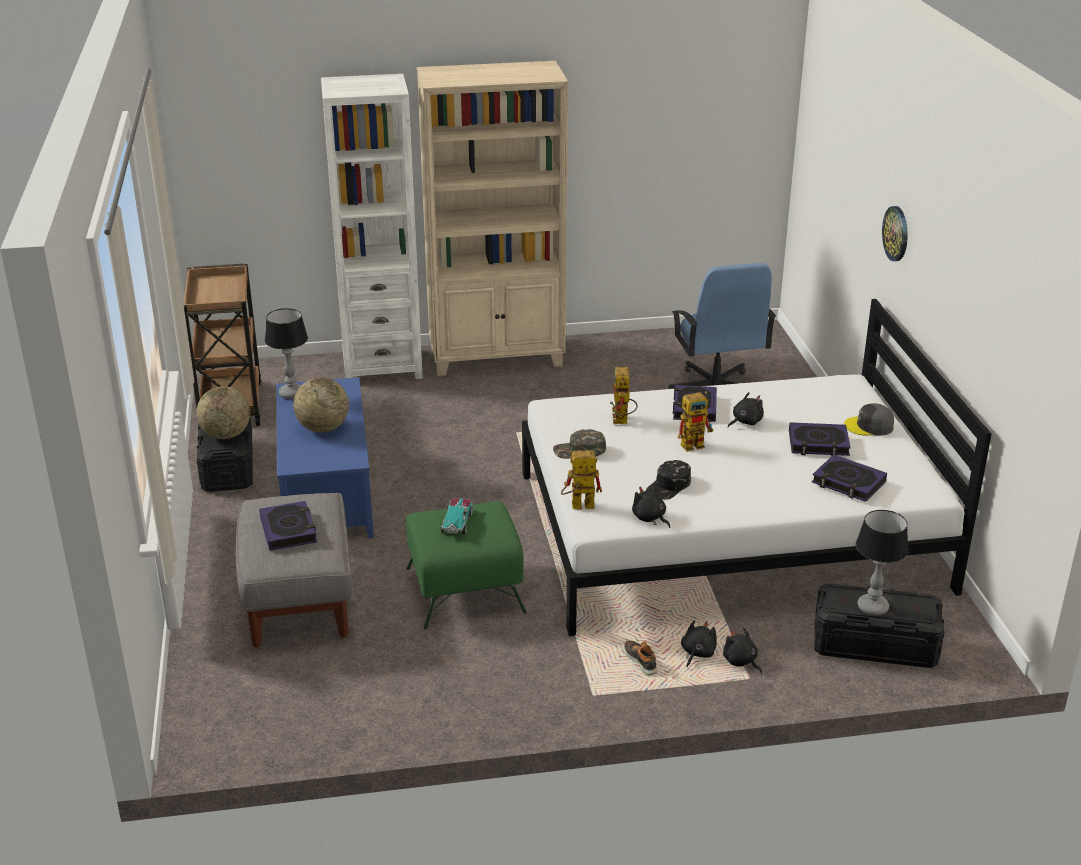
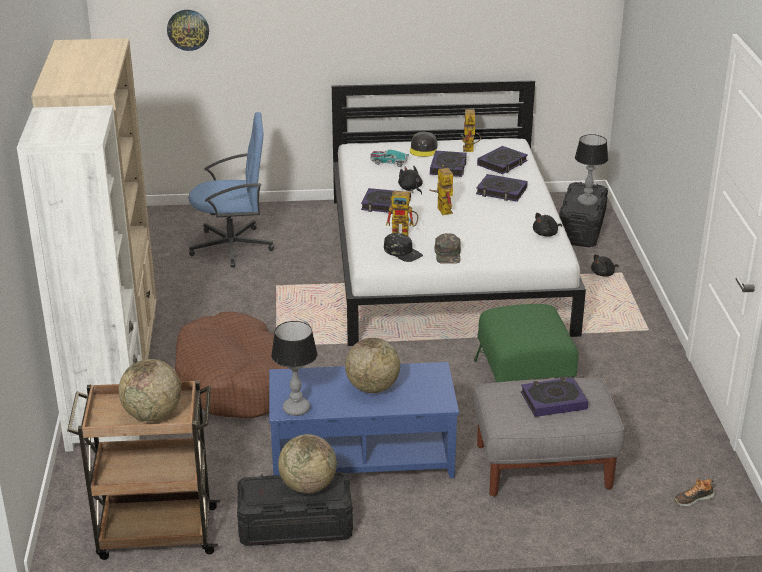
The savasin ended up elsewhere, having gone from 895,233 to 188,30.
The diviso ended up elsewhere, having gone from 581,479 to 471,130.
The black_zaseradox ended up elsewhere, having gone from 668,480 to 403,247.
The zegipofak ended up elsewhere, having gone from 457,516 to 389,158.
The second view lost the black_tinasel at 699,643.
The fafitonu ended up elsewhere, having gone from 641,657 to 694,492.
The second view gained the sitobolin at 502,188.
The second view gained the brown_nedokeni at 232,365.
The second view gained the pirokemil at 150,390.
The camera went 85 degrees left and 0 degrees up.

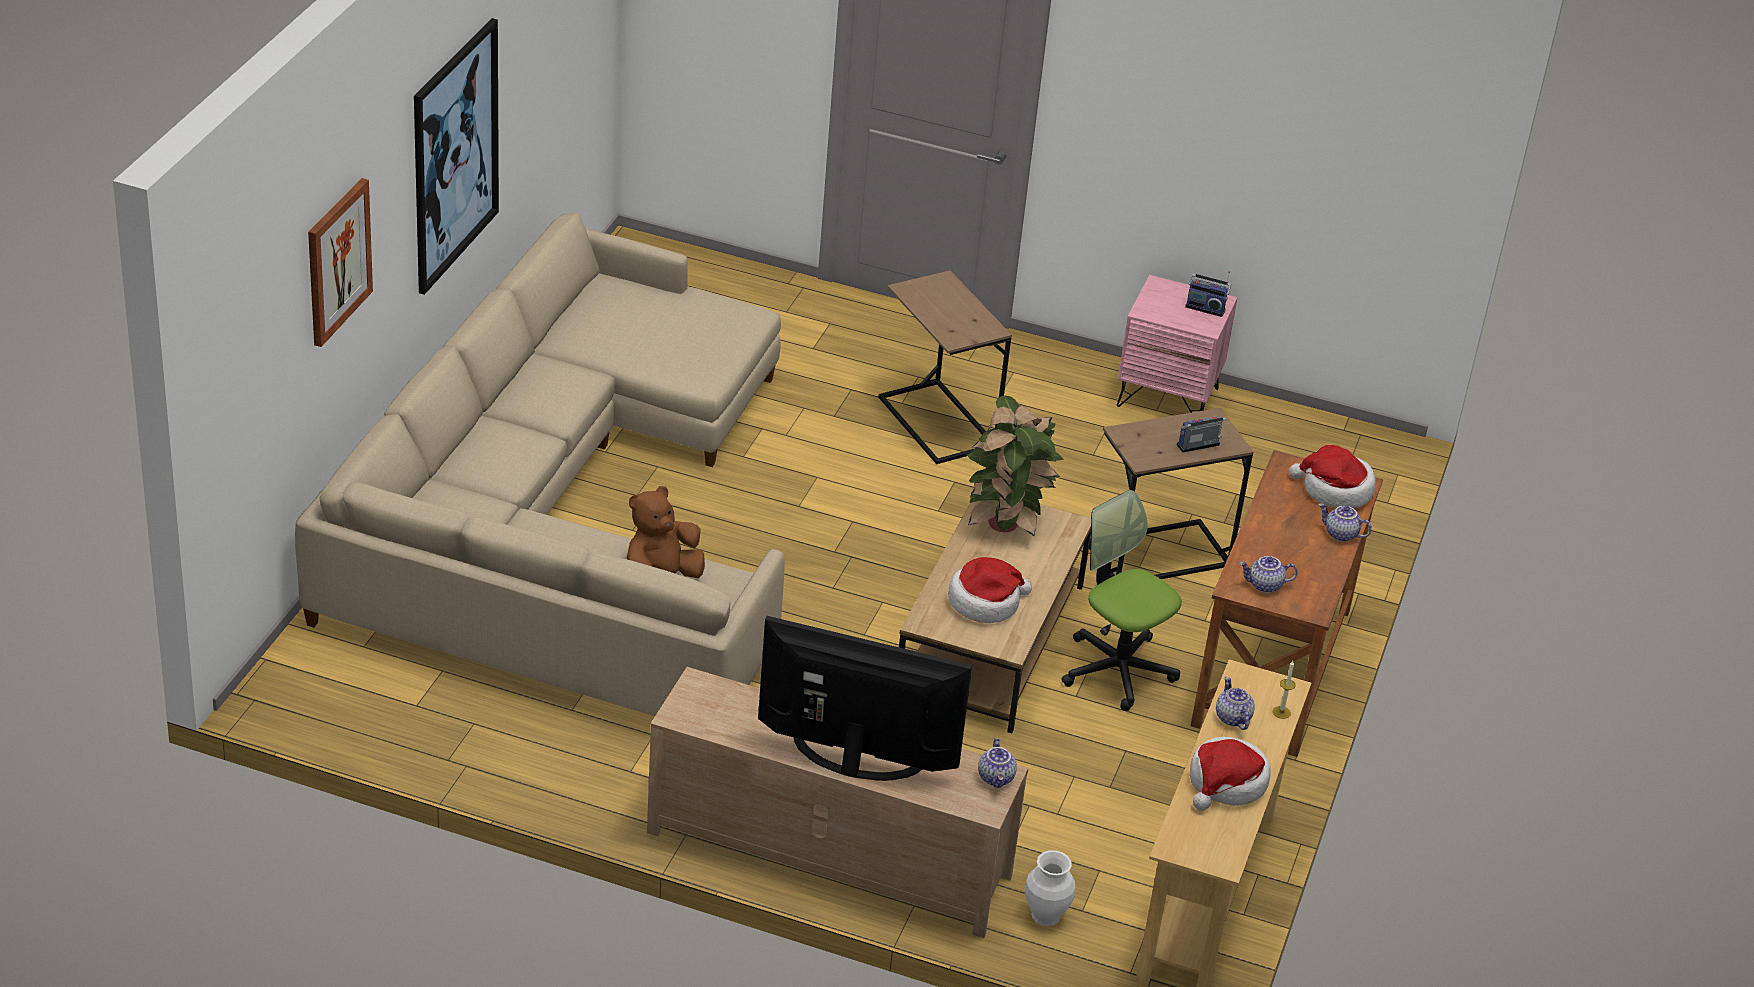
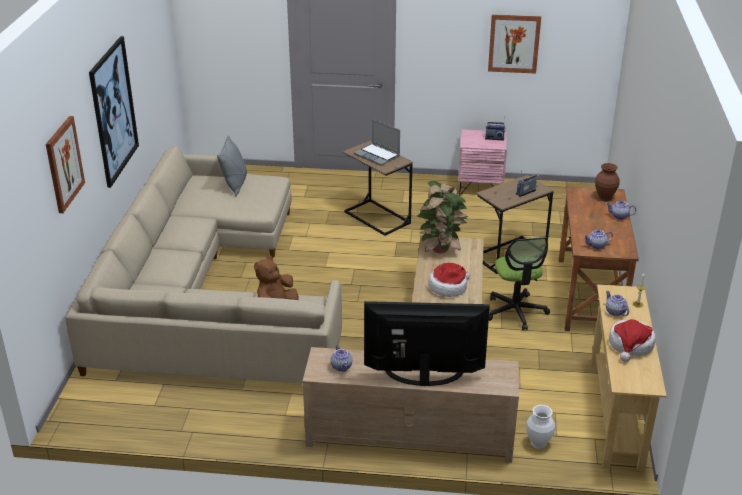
Where the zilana stood at 1332,477, the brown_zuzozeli came to stand at 607,182.
The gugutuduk at 1121,600 ended up facing another way, 135 degrees counterclockwise from before.
The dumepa ended up elsewhere, having gone from 997,763 to 341,358.
The second view gained the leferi at 514,44.
The second view gained the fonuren at 377,142.
The second view gained the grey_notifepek at 232,165.
The camera went 10 degrees left and 5 degrees down.

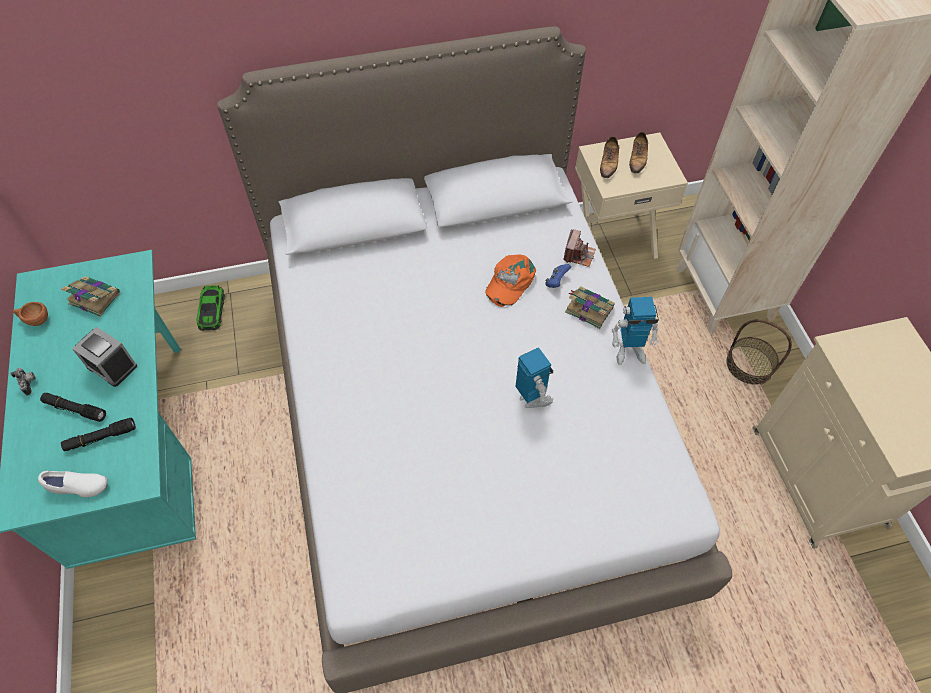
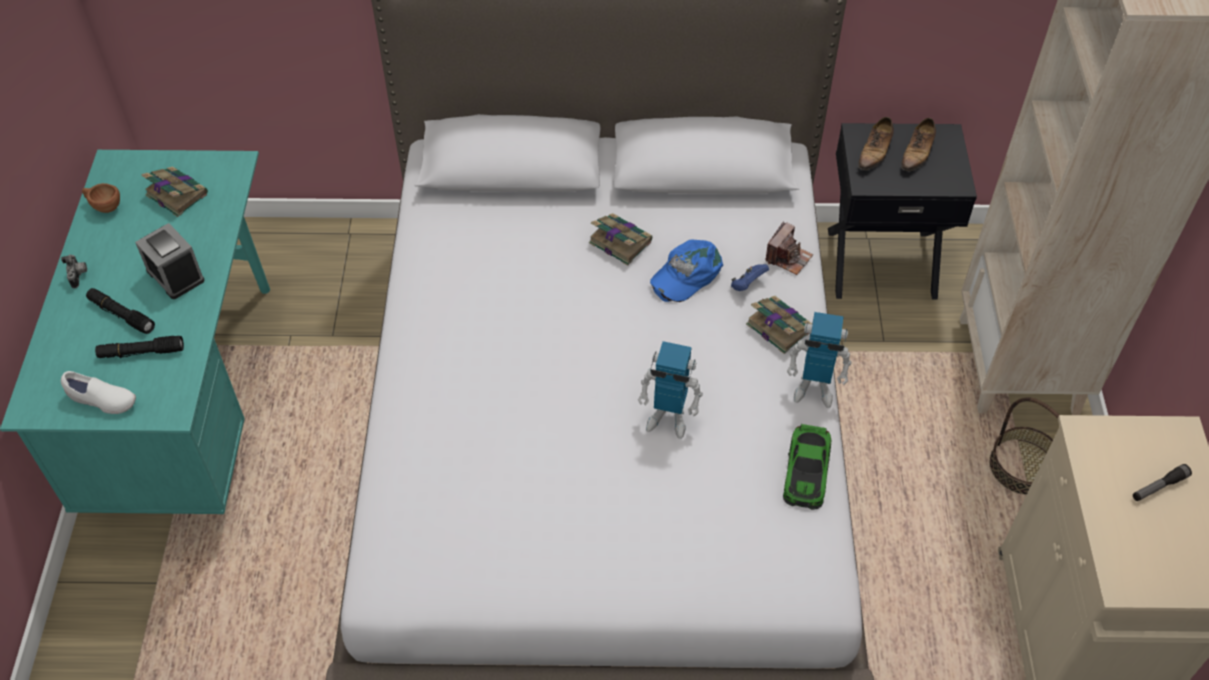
What was the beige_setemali at 631,196 turned into the black_setemali at 902,211.
What was the orange_zaseradox at 510,280 turned into the blue_zaseradox at 686,271.
The zegipofak ended up elsewhere, having gone from 211,308 to 807,467.
The diviso at 534,377 ended up facing another way, 120 degrees clockwise from before.
The second view gained the sitobolin at 620,239.
The second view gained the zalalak at 1162,482.
The camera went 15 degrees right and 5 degrees down.

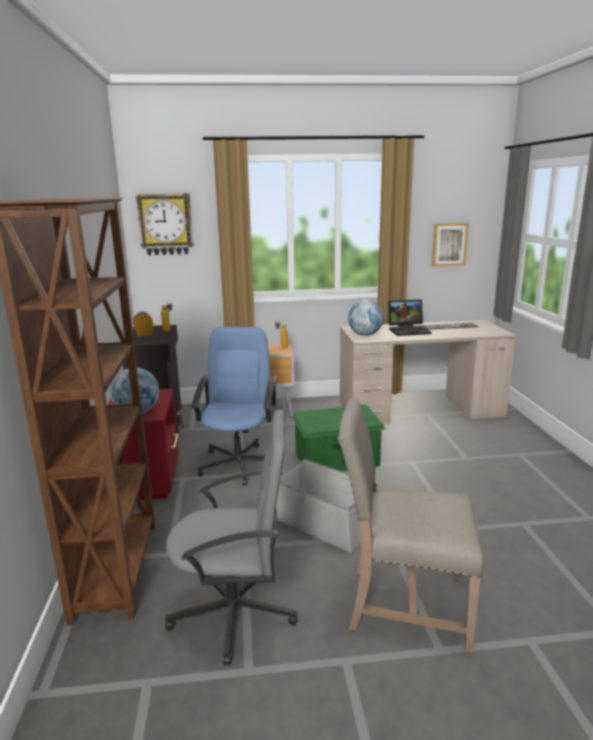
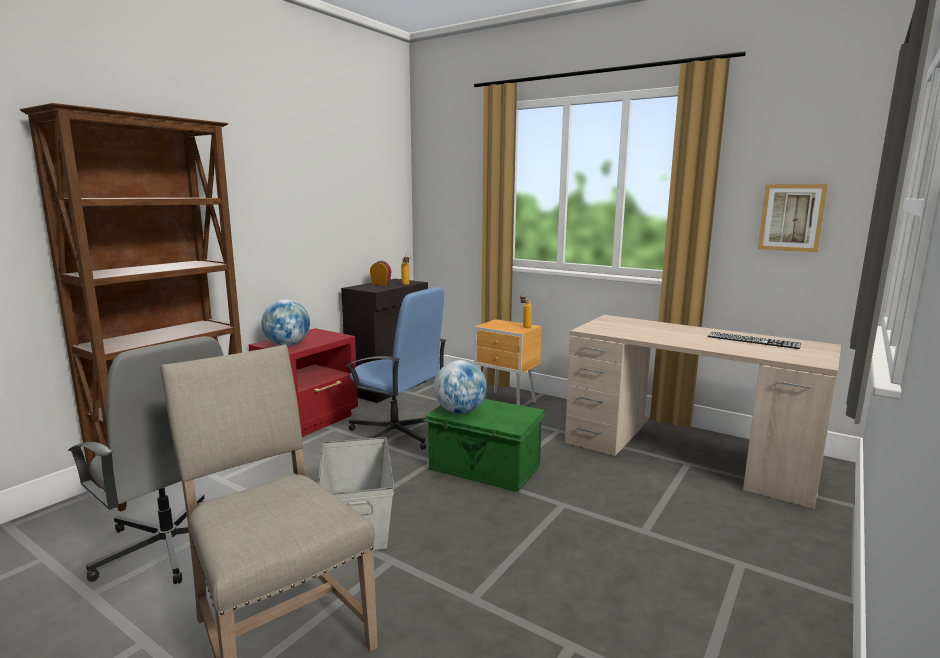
The second view lost the savasin at 165,224.
The second view lost the fonuren at 409,317.
The pirokemil ended up elsewhere, having gone from 366,318 to 460,387.
The blue_gugutuduk at 233,406 ended up facing another way, 75 degrees clockwise from before.
The camera went 40 degrees right and 5 degrees down.

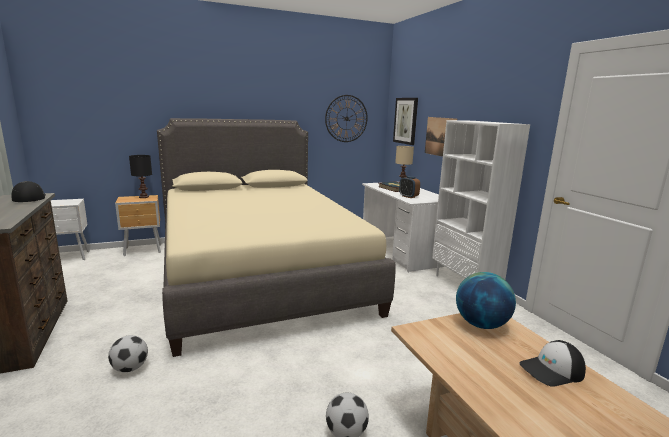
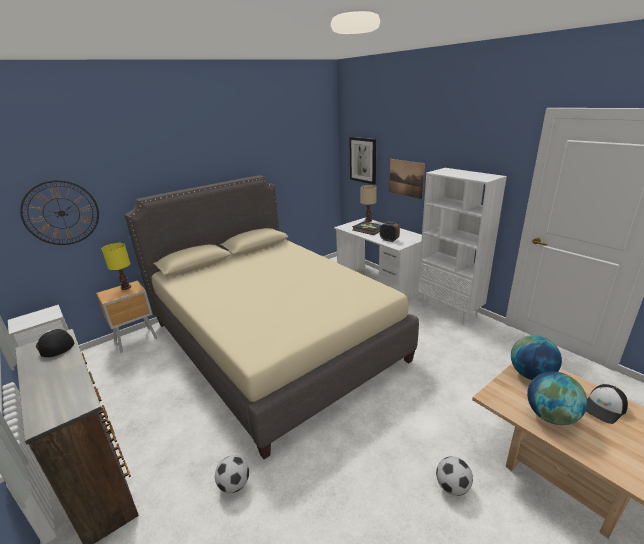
The savasin ended up elsewhere, having gone from 346,118 to 59,212.
What was the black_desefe at 140,176 turned into the yellow_desefe at 116,266.
The second view gained the pirokemil at 557,398.
The camera went 15 degrees left and 10 degrees up.

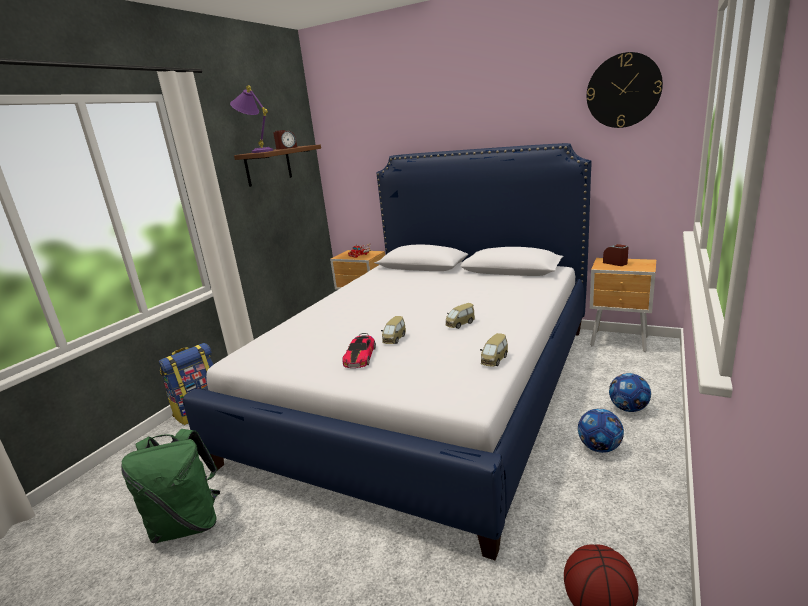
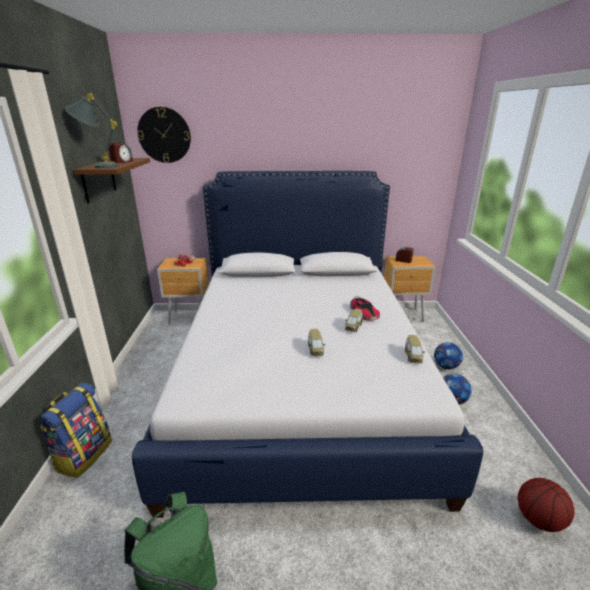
The savasin ended up elsewhere, having gone from 625,90 to 164,135.
What was the purple_desefe at 251,119 turned into the grey_desefe at 92,130.
The zegipofak ended up elsewhere, having gone from 359,350 to 365,308.
The camera went 30 degrees left and 5 degrees up.

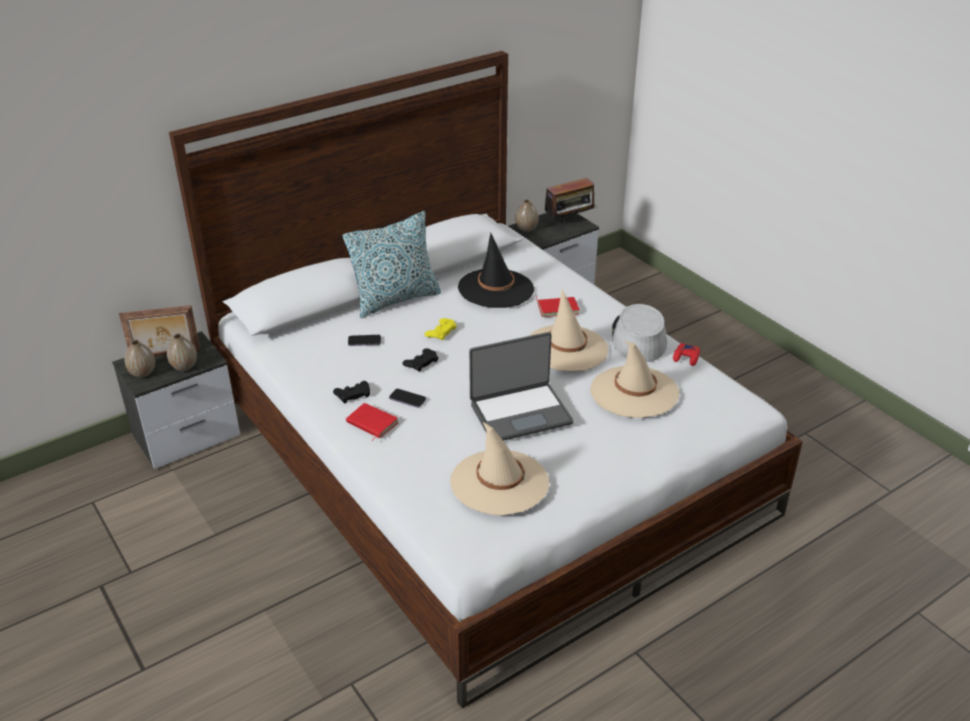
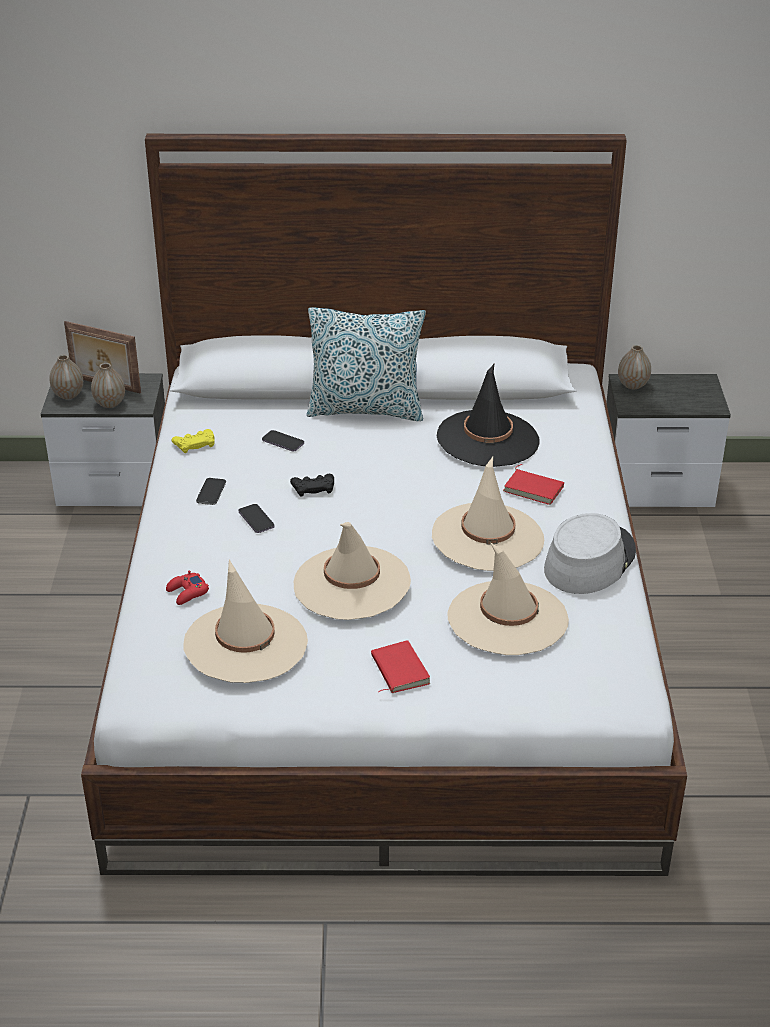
The second view lost the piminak at 571,200.
The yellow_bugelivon ended up elsewhere, having gone from 441,329 to 193,441.
Where the fonuren stood at 521,386, the beige_zilana came to stand at 352,571.
The red_bugelivon ended up elsewhere, having gone from 686,354 to 187,588.
Where the black_bugelivon stood at 351,392, the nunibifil came to stand at 211,491.
The red_sitobolin ended up elsewhere, having gone from 372,422 to 400,666.
The camera went 35 degrees right and 0 degrees up.

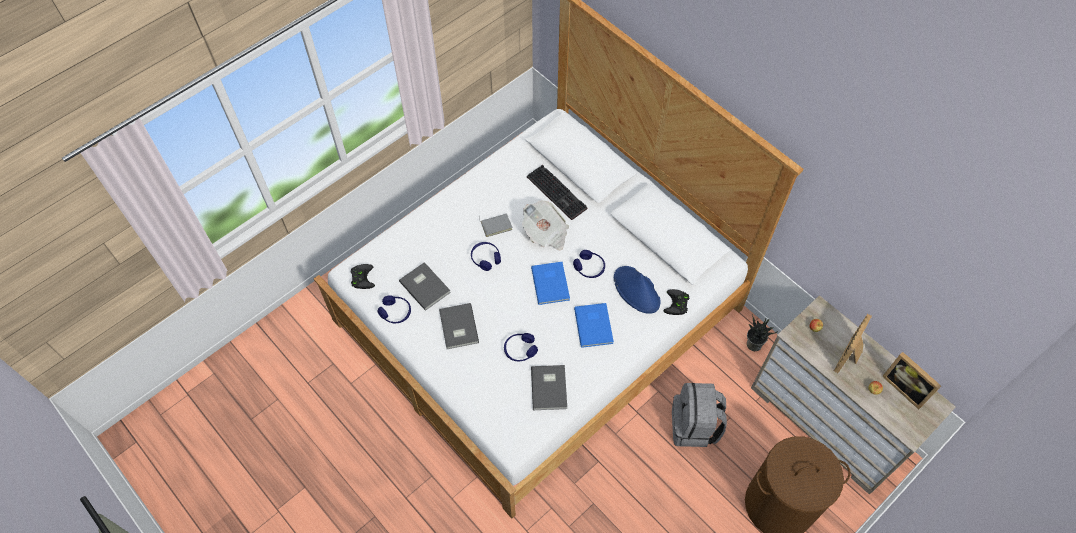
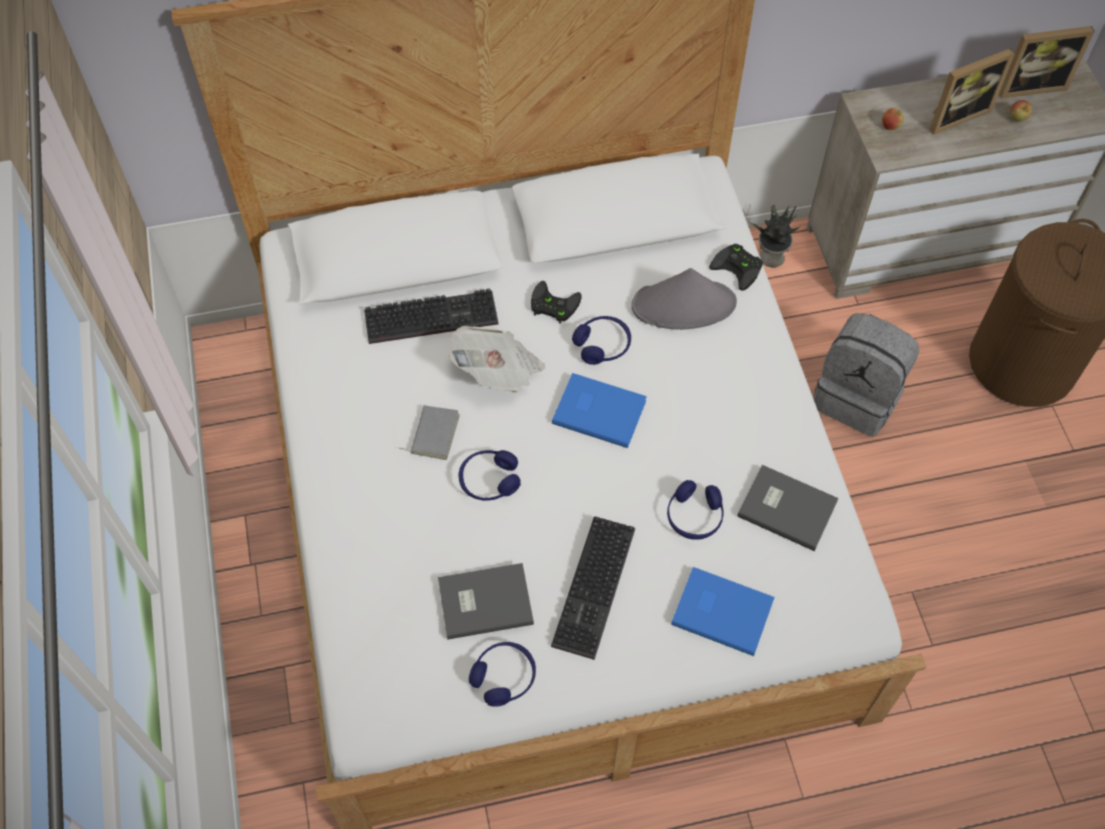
The black_bugelivon ended up elsewhere, having gone from 362,276 to 556,302.
What was the blue_zilana at 637,290 turned into the grey_zilana at 684,299.
Where the grey_sitobolin stood at 459,326, the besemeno came to stand at 593,588.
The blue_sitobolin ended up elsewhere, having gone from 594,325 to 723,611.
The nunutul at 853,343 ended up facing another way, 90 degrees counterclockwise from before.
The camera went 60 degrees left and 0 degrees up.

